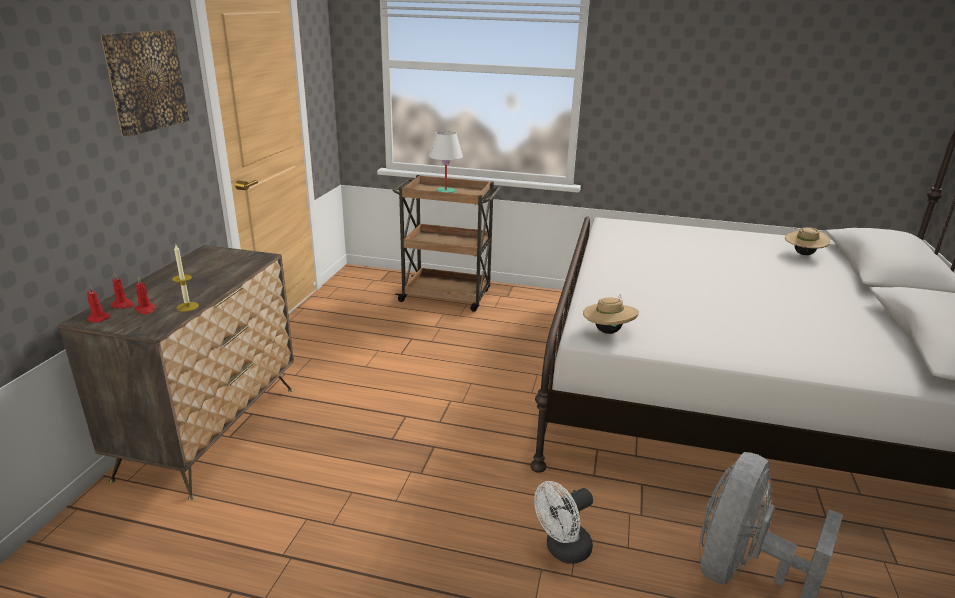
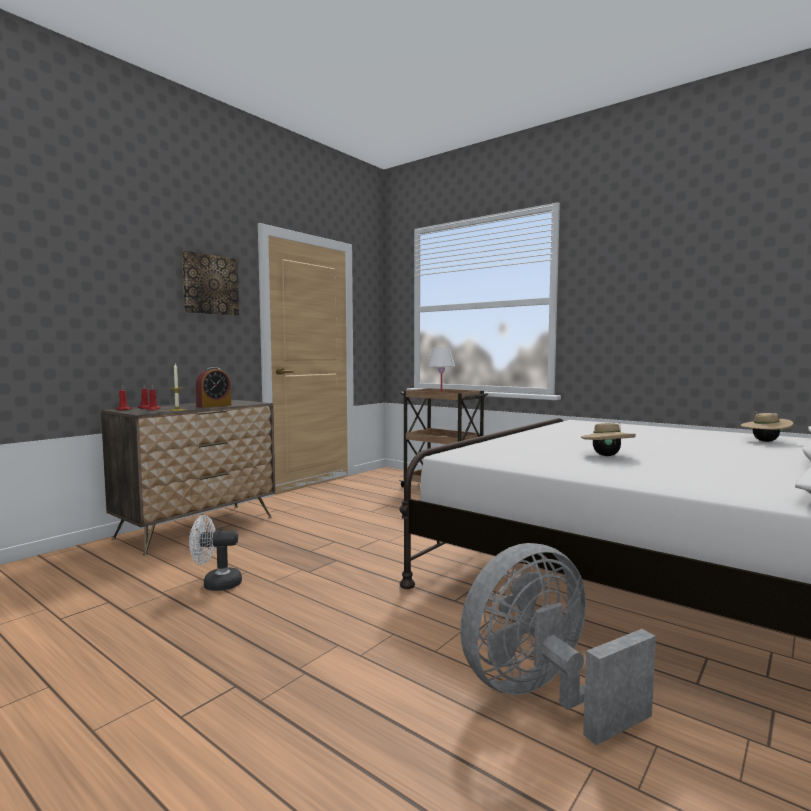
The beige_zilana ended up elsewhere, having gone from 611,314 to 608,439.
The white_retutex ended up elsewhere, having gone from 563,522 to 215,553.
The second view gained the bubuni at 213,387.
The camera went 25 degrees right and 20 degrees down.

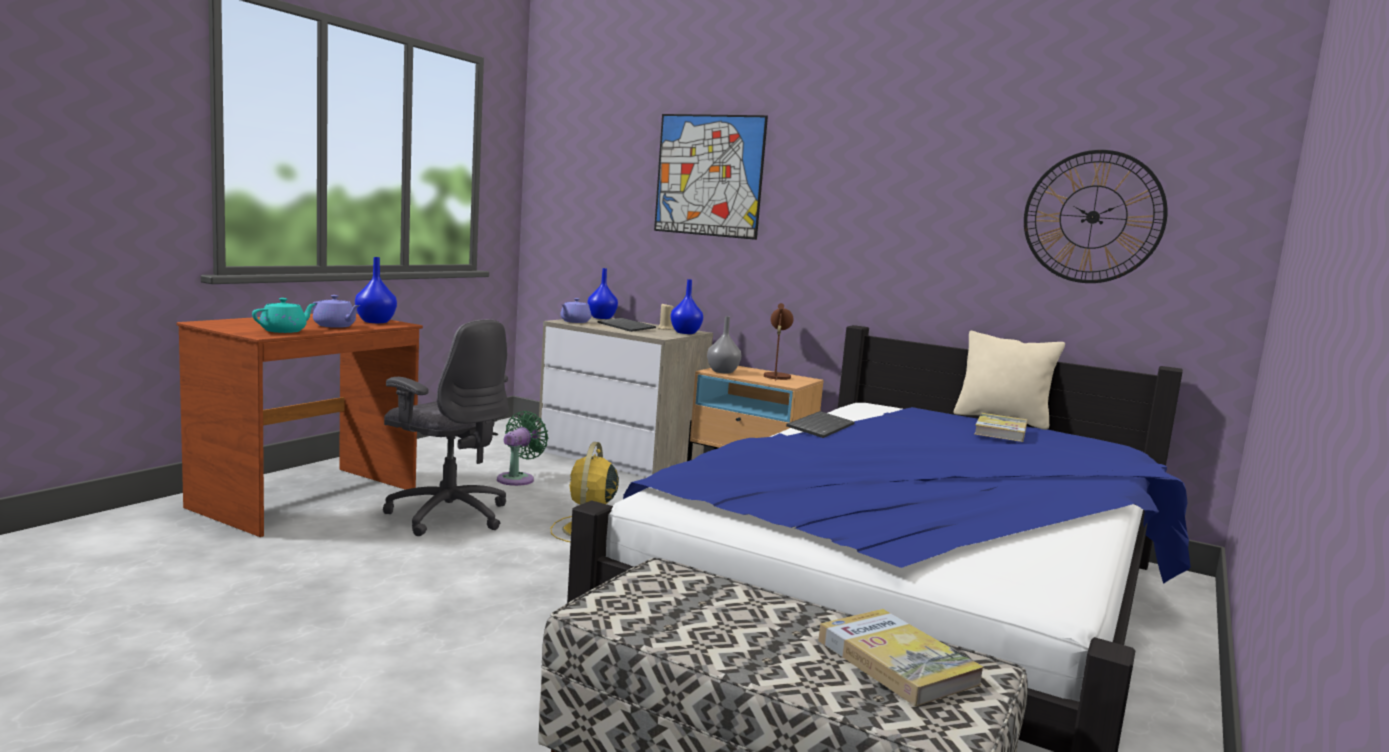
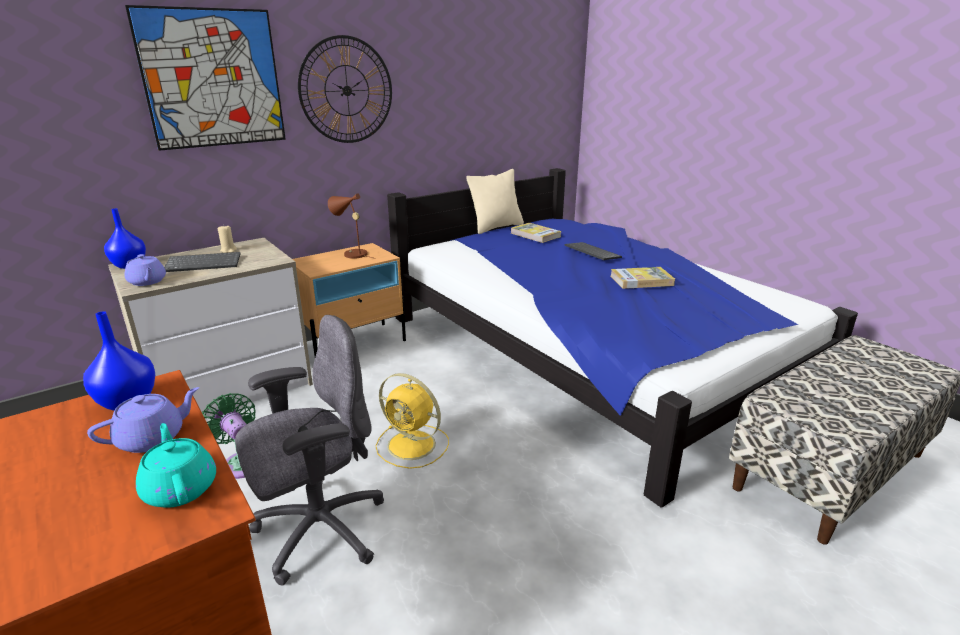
The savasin ended up elsewhere, having gone from 1096,216 to 345,89.
The second view lost the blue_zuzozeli at 686,306.
The second view lost the grey_zuzozeli at 724,345.
The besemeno ended up elsewhere, having gone from 820,424 to 593,251.
The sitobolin ended up elsewhere, having gone from 901,657 to 643,278.
The camera went 65 degrees left and 15 degrees up.

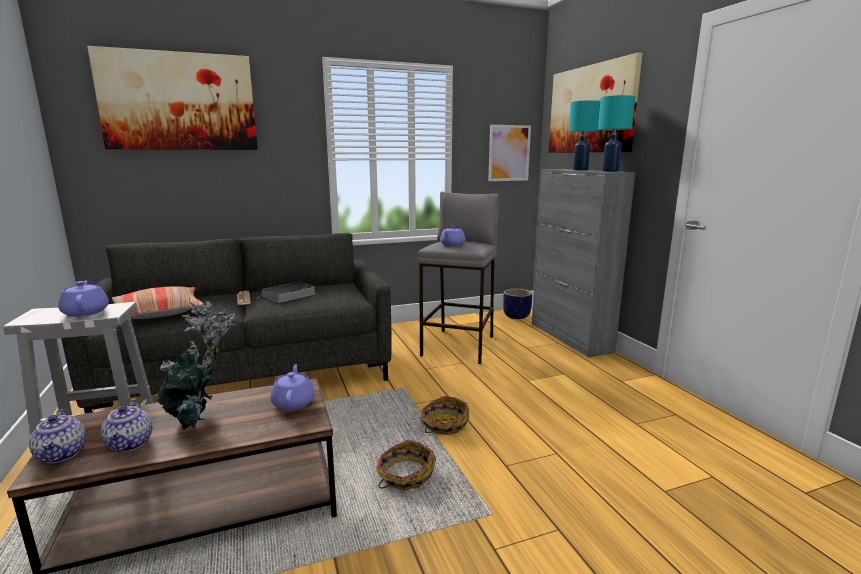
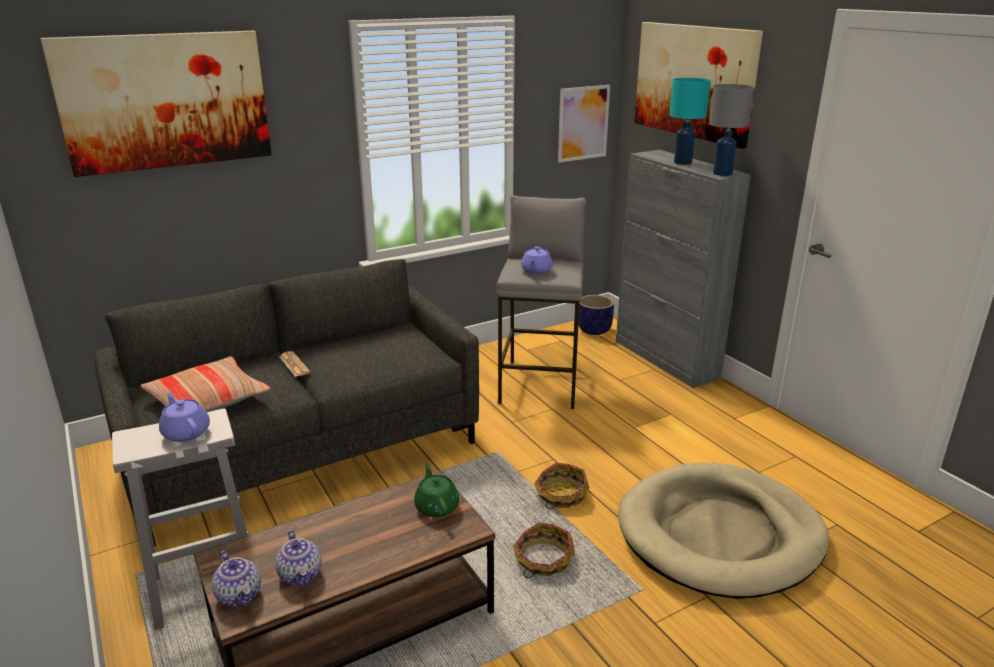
What was the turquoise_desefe at 616,133 turned into the grey_desefe at 732,130.
The second view lost the sitobolin at 287,292.
The second view lost the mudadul at 195,365.
What was the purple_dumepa at 293,387 turned into the green_dumepa at 436,490.
The second view gained the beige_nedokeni at 723,530.
The camera went 10 degrees left and 10 degrees up.

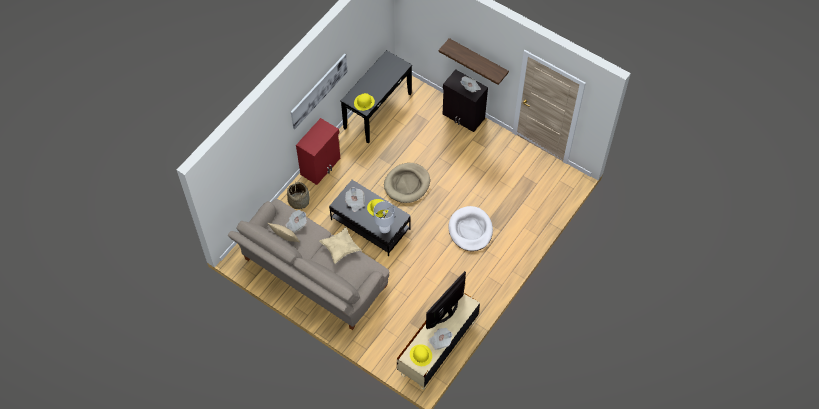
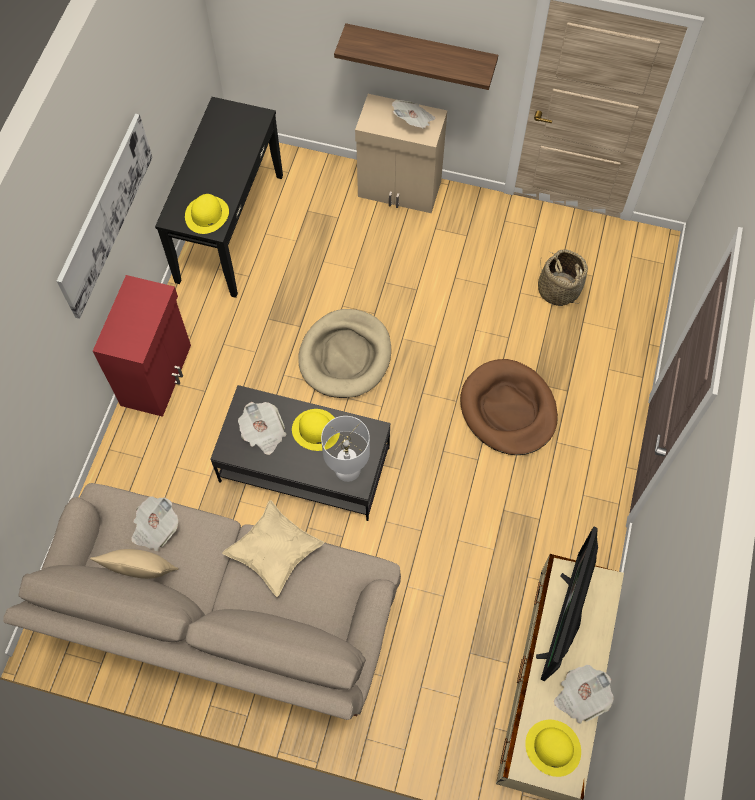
What was the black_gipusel at 465,100 turned into the beige_gipusel at 401,153.
The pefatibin ended up elsewhere, having gone from 298,195 to 563,277.
What was the white_nedokeni at 471,228 turned into the brown_nedokeni at 509,407.
The camera went 20 degrees left and 5 degrees up.

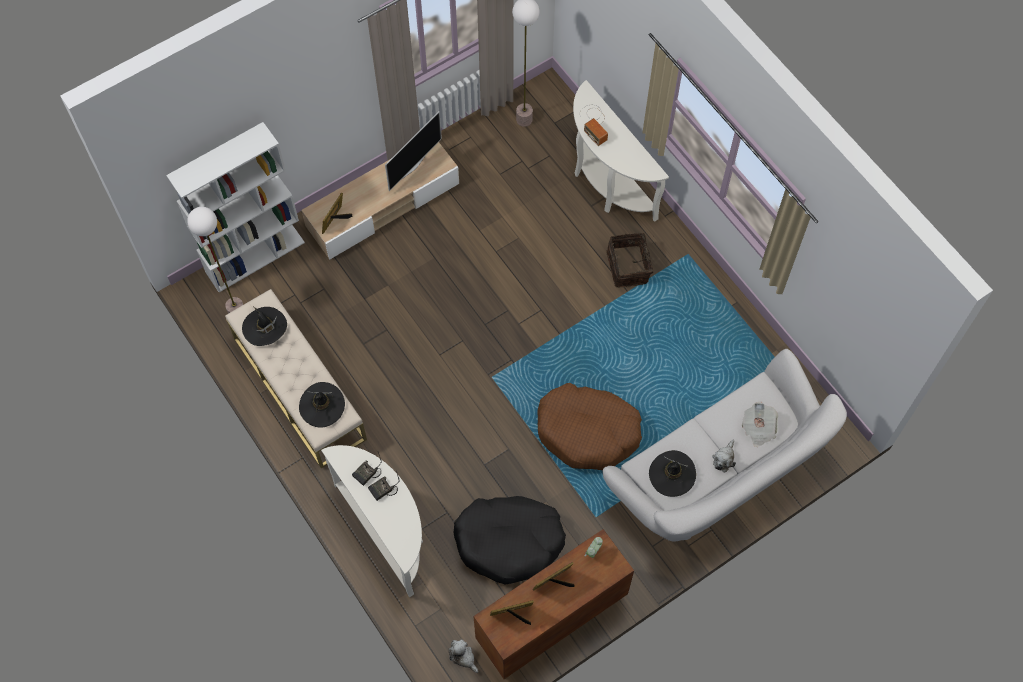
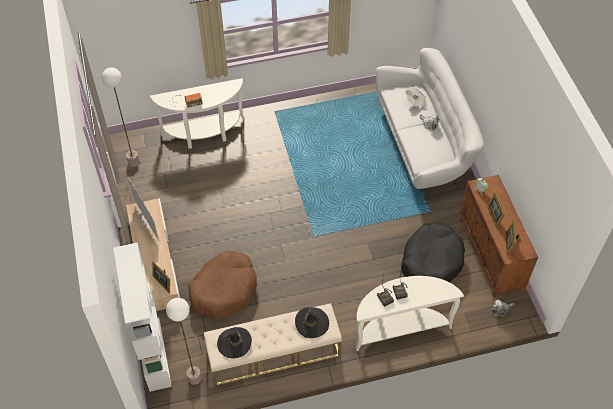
The second view lost the pefatibin at 629,260.
The brown_nedokeni ended up elsewhere, having gone from 589,426 to 222,284.
The second view lost the black_zilana at 672,473.
The camera went 70 degrees left and 10 degrees down.

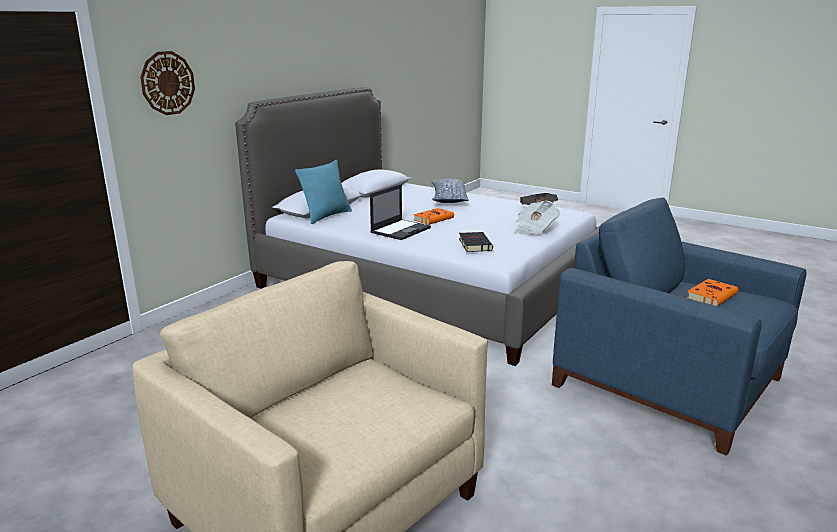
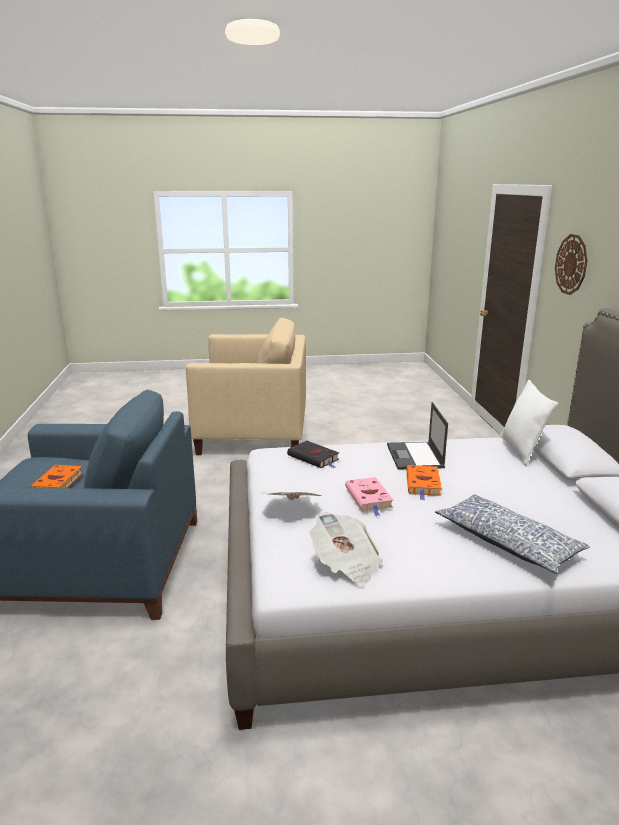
What was the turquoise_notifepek at 323,192 turned into the white_notifepek at 529,423.
The second view gained the pink_sitobolin at 369,496.
The camera went 140 degrees right and 0 degrees up.

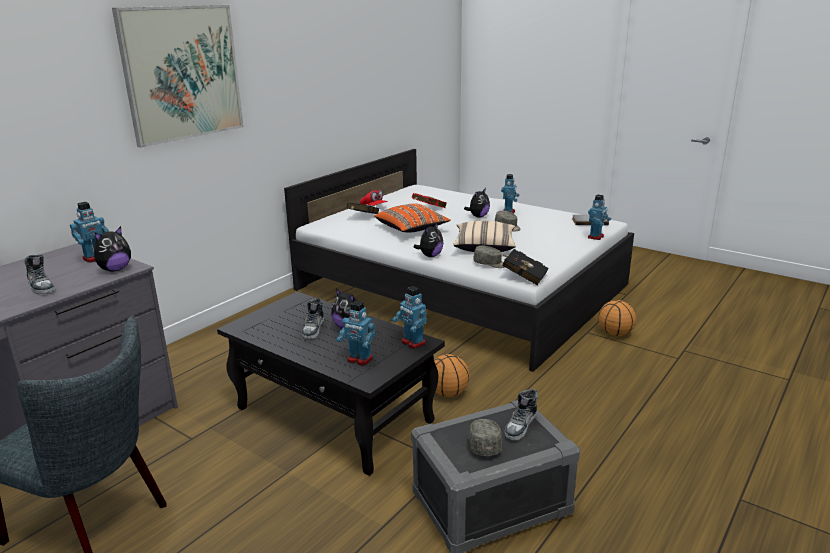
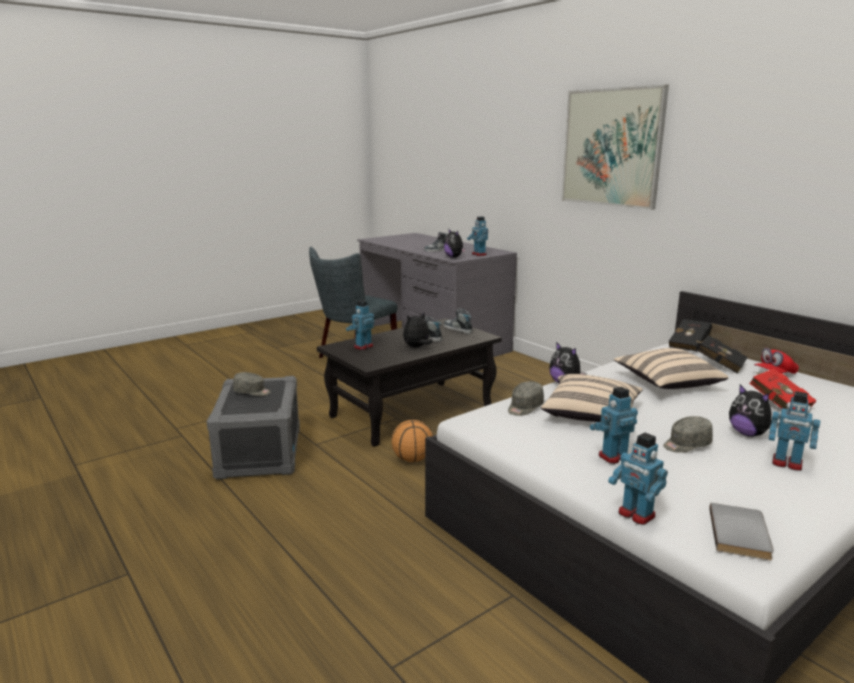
What was the orange_notifepek at 412,218 turned into the beige_notifepek at 671,368.
The black_sitobolin ended up elsewhere, having gone from 525,267 to 690,335.
The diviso ended up elsewhere, having gone from 409,317 to 614,425.
The second view lost the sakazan at 617,318.
The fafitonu ended up elsewhere, having gone from 521,414 to 458,320.
The camera went 105 degrees right and 5 degrees down.

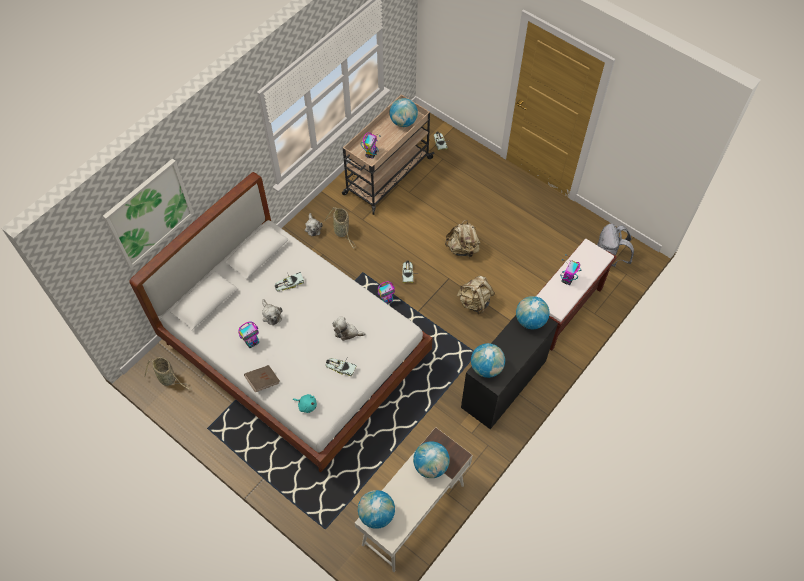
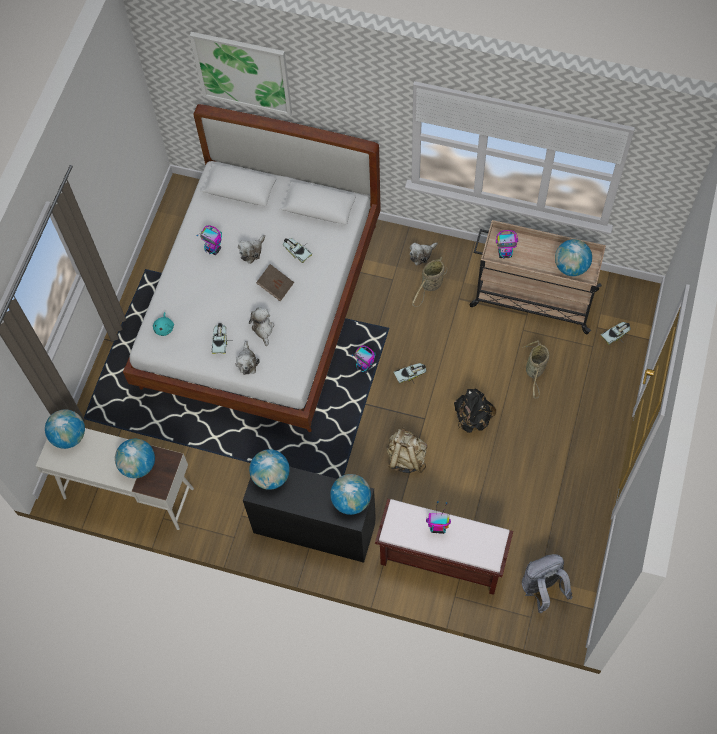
What was the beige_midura at 463,238 turned into the black_midura at 475,411.
The pefatibin ended up elsewhere, having gone from 168,373 to 535,369.
The brown_sitobolin ended up elsewhere, having gone from 262,378 to 275,282.
The second view gained the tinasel at 247,358.
The camera went 70 degrees right and 5 degrees up.

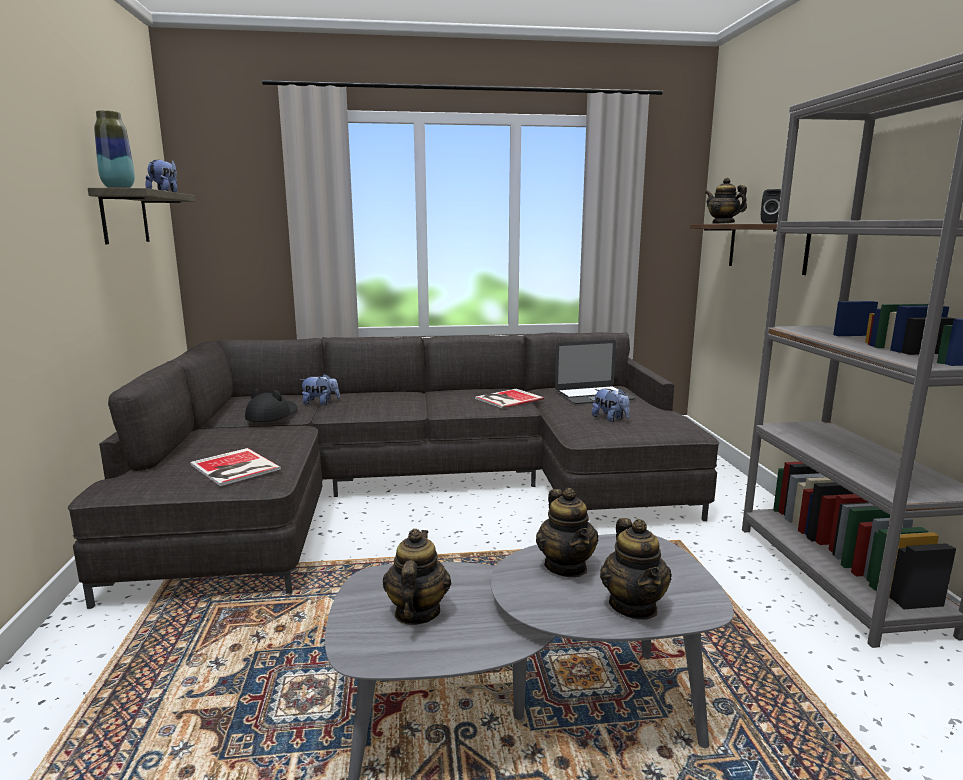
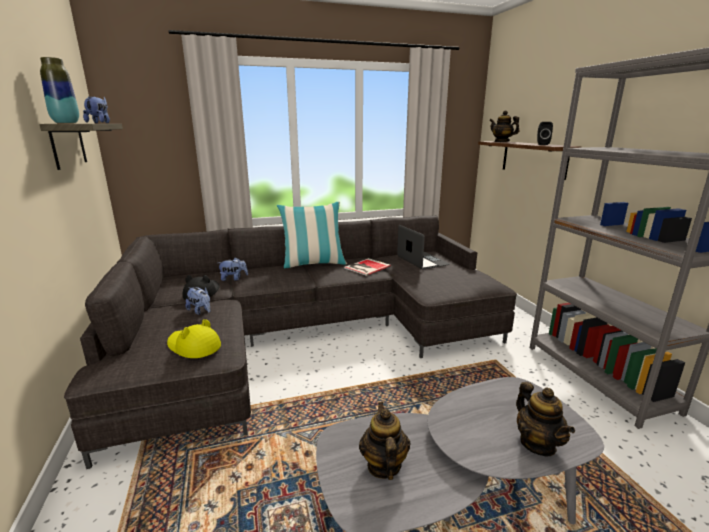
The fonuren at 595,372 ended up facing another way, 90 degrees counterclockwise from before.
The tinasel ended up elsewhere, having gone from 611,405 to 198,301.
Where the sitobolin stood at 235,467, the yellow_zilana came to stand at 194,338.
The second view lost the dumepa at 567,532.
The second view gained the notifepek at 311,234.
The camera went 10 degrees left and 5 degrees up.

